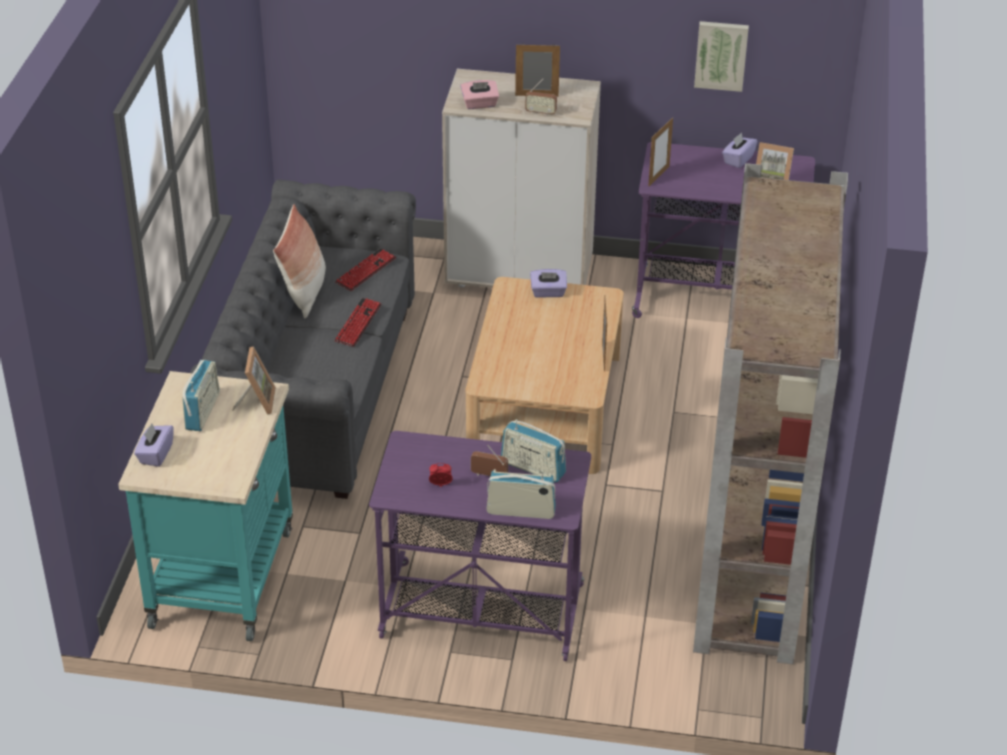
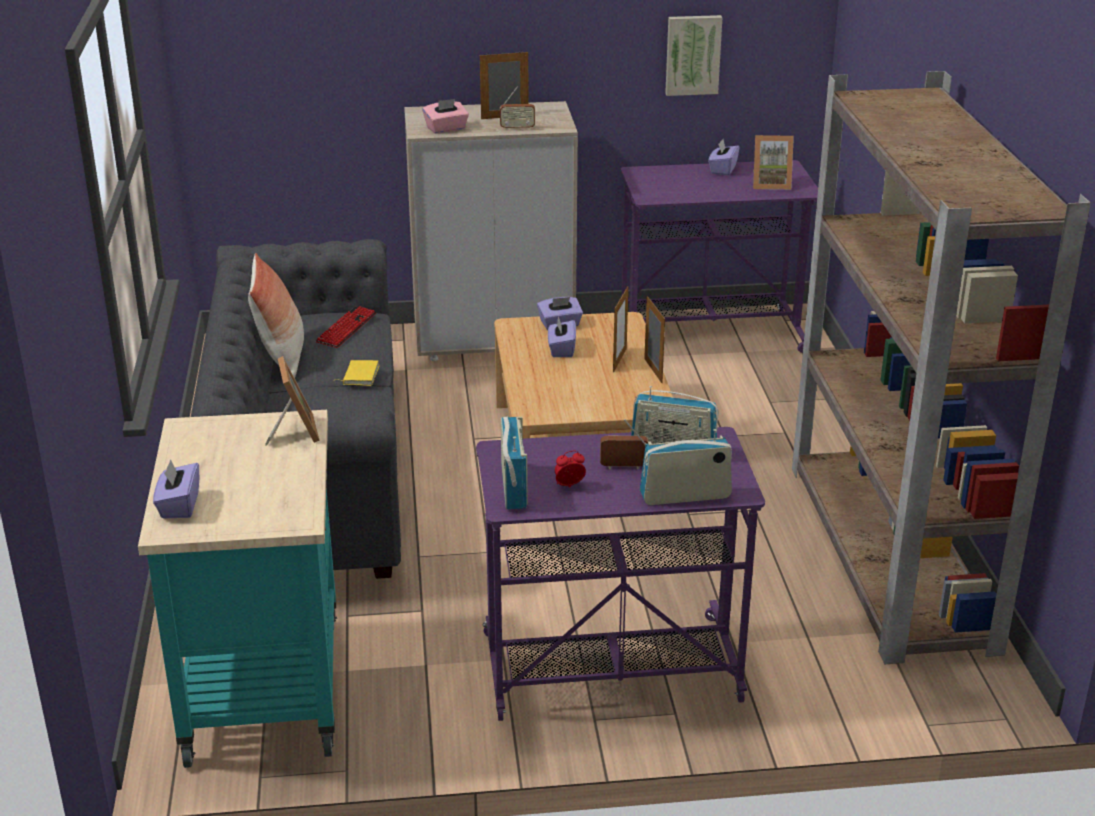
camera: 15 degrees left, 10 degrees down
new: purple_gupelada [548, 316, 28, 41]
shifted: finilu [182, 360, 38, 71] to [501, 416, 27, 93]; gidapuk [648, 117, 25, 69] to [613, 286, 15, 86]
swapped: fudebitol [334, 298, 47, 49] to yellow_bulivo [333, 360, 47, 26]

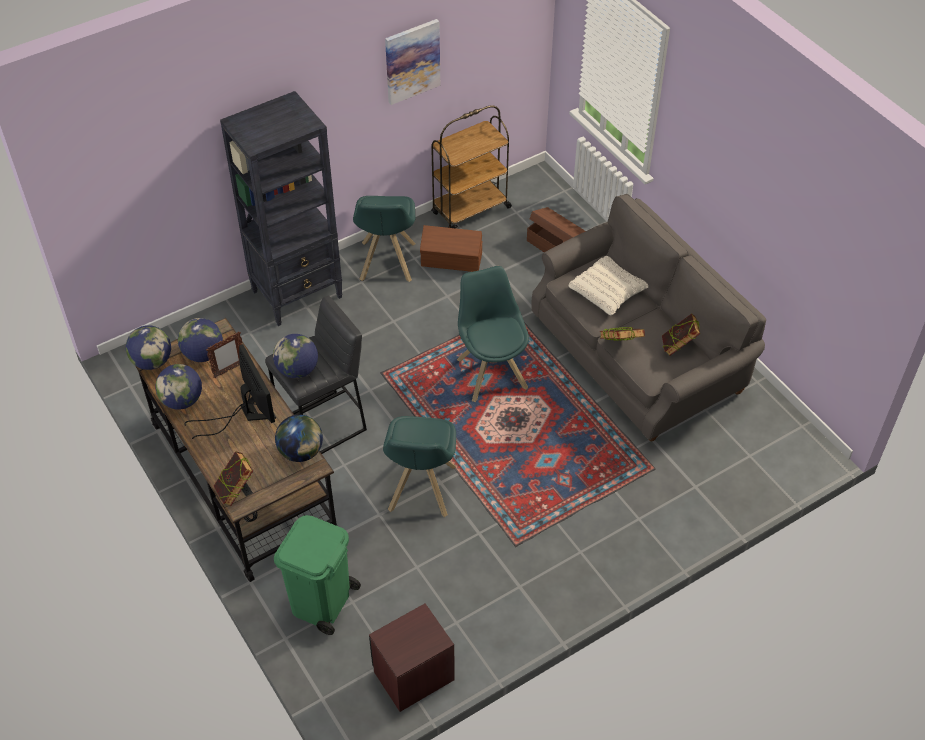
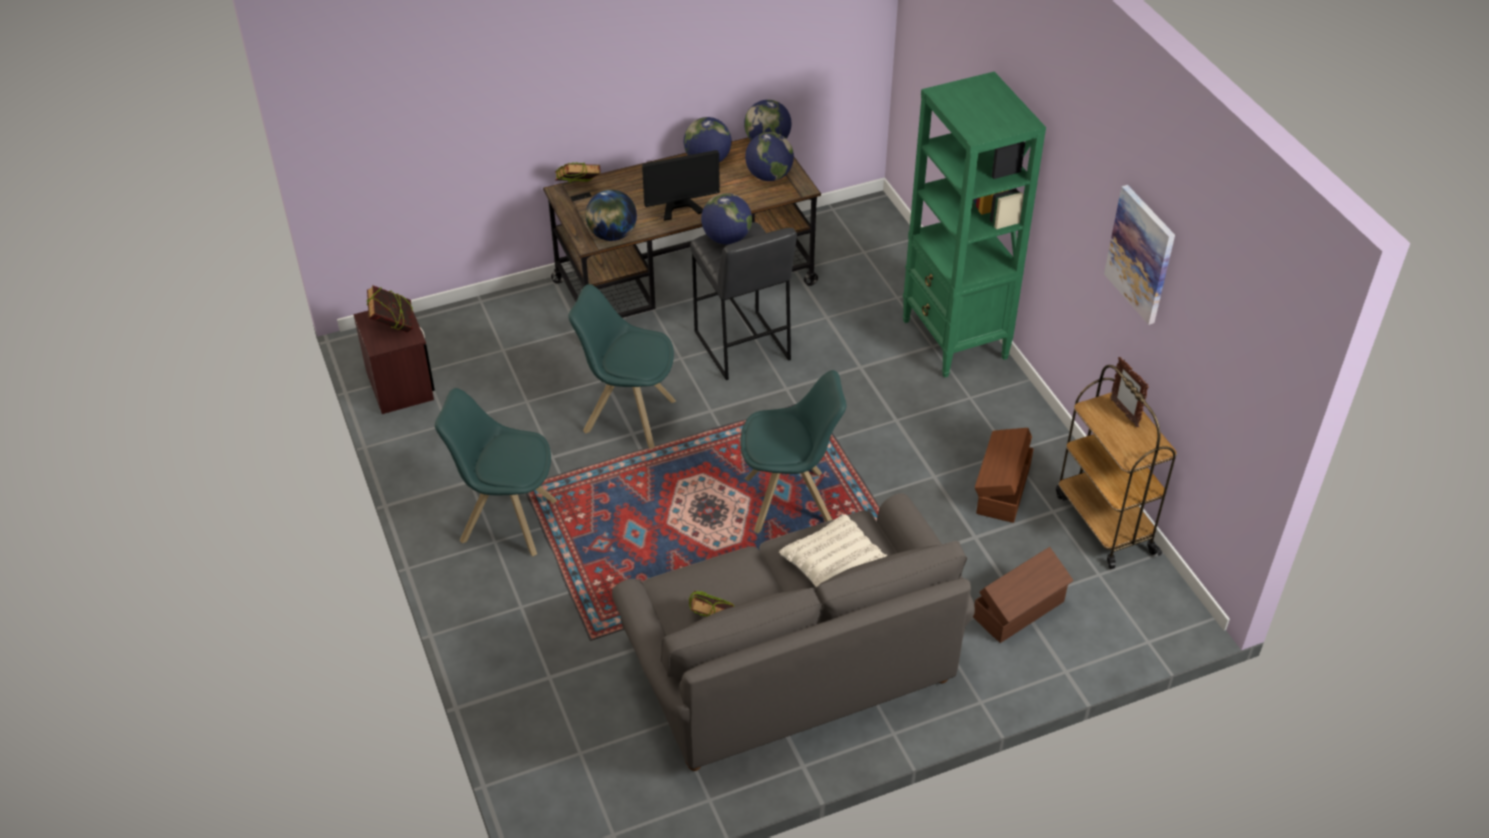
camera: 100 degrees right, 5 degrees down
gone: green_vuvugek [274, 515, 87, 120]
shifted: bulivo [600, 327, 45, 14] to [366, 285, 47, 48]; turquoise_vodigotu [353, 196, 63, 86] to [435, 388, 122, 168]; gidapuk [206, 331, 36, 47] to [1110, 357, 39, 70]
repainted: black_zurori [220, 91, 123, 235] to green_zurori [903, 71, 143, 307]

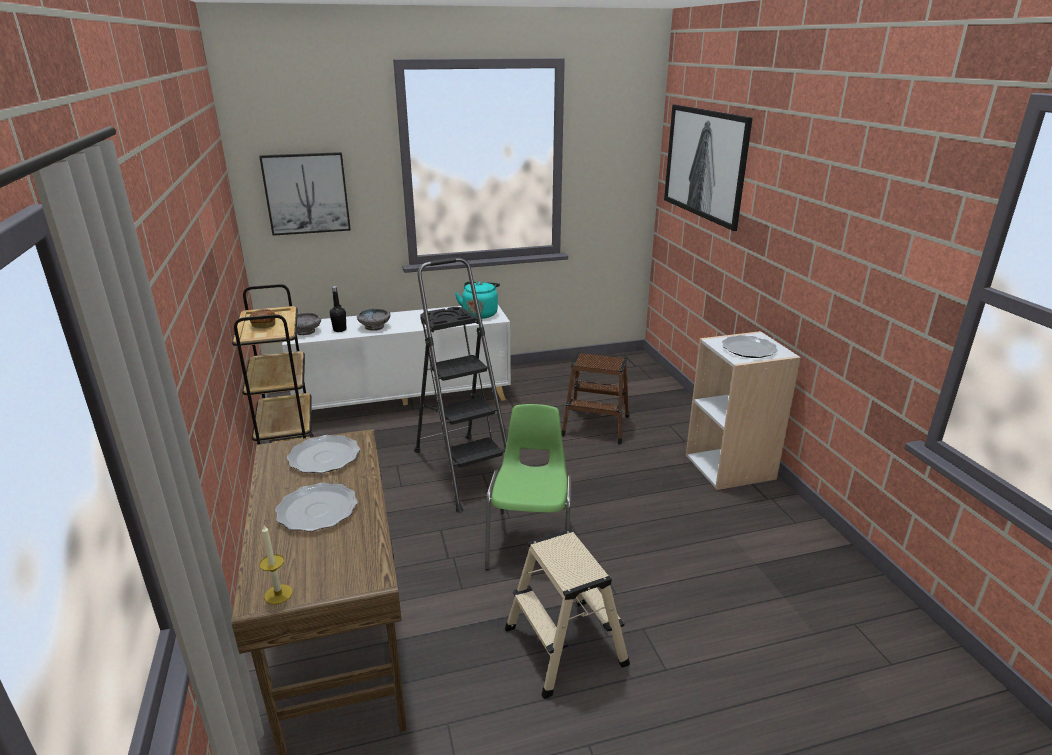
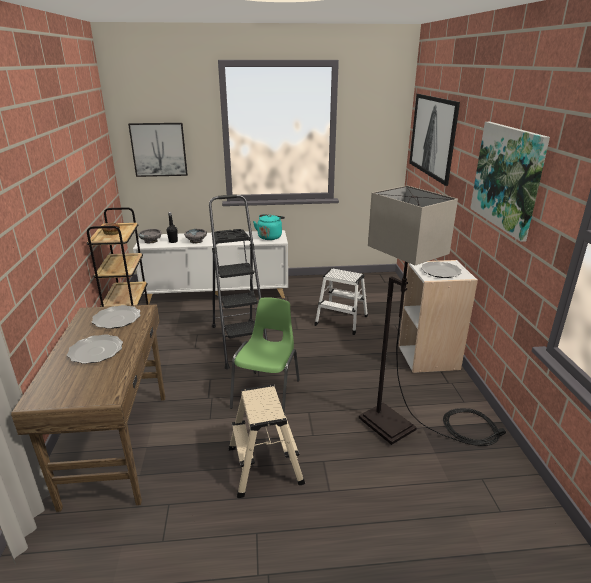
camera: 10 degrees right, 0 degrees up
gone: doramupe [259, 525, 34, 80]
new: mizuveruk [359, 185, 147, 261]; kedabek [470, 122, 80, 120]
repainted: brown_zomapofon [561, 353, 69, 92] to white_zomapofon [314, 268, 54, 67]

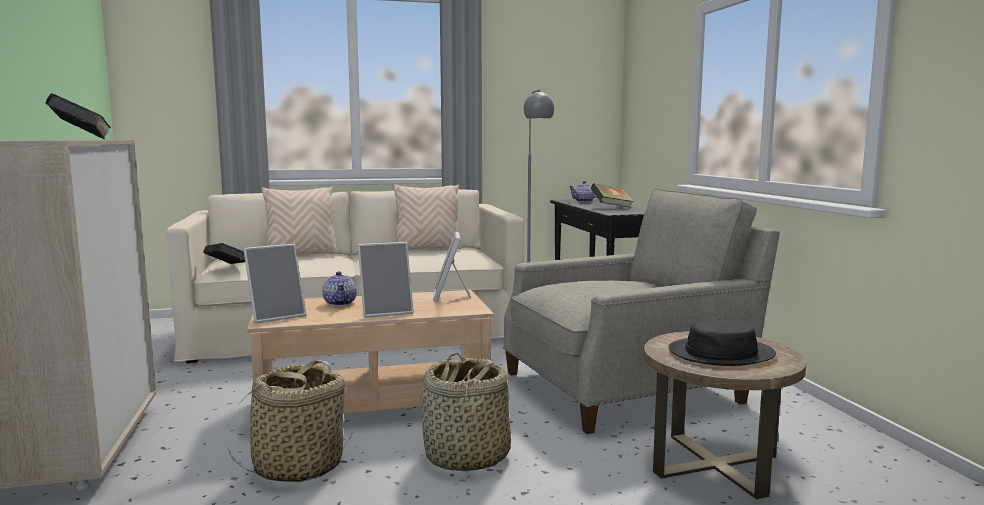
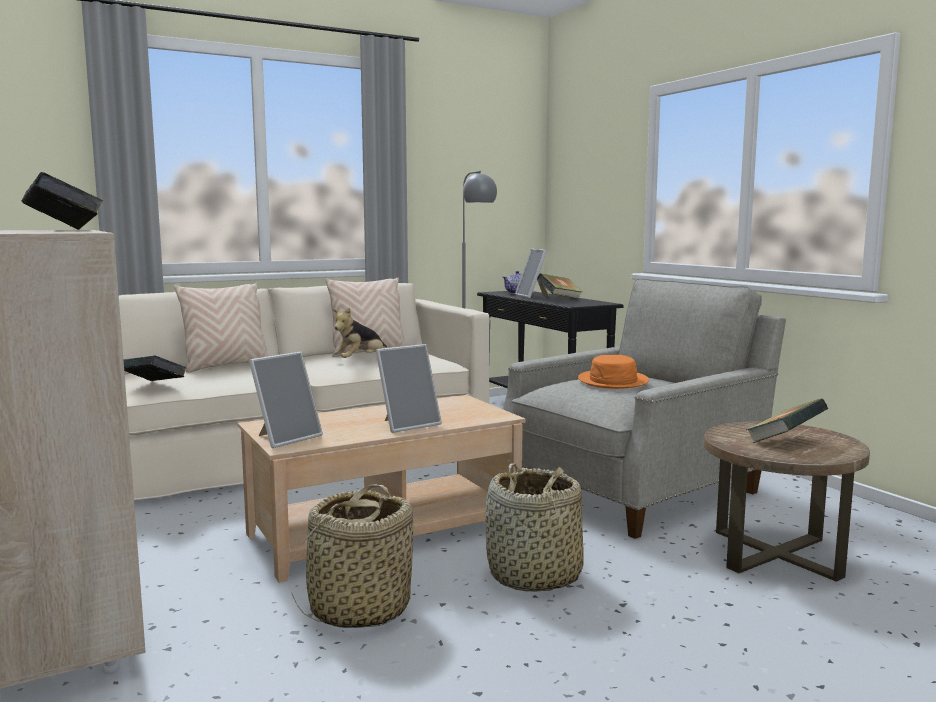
camera: 15 degrees left, 0 degrees up
gone: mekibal [322, 271, 35, 35]
new: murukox [333, 307, 54, 51]; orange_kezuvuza [578, 355, 71, 34]
shifted: gidapuk [433, 232, 38, 70] to [515, 249, 34, 49]
swapped: black_kezuvuza [668, 320, 108, 46] to bulivo [746, 399, 82, 44]

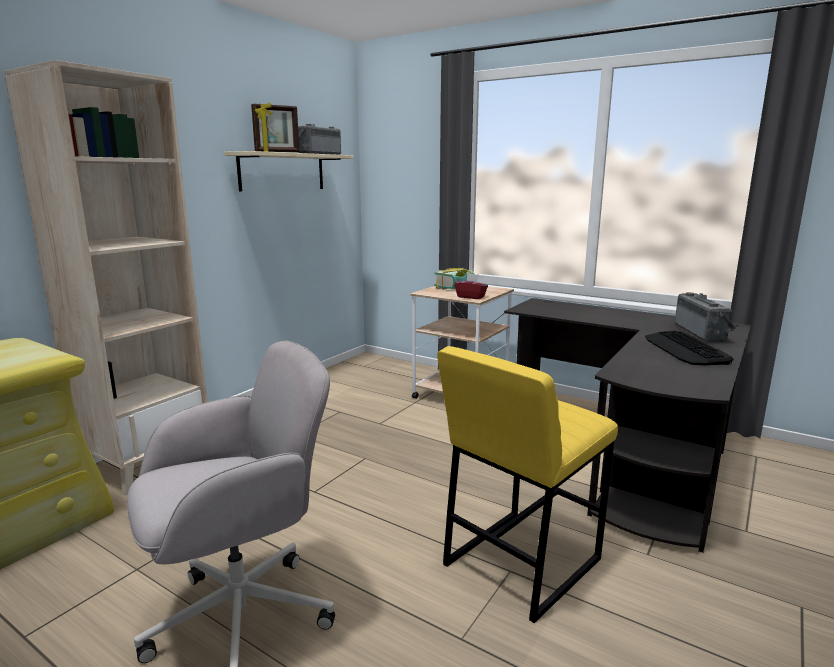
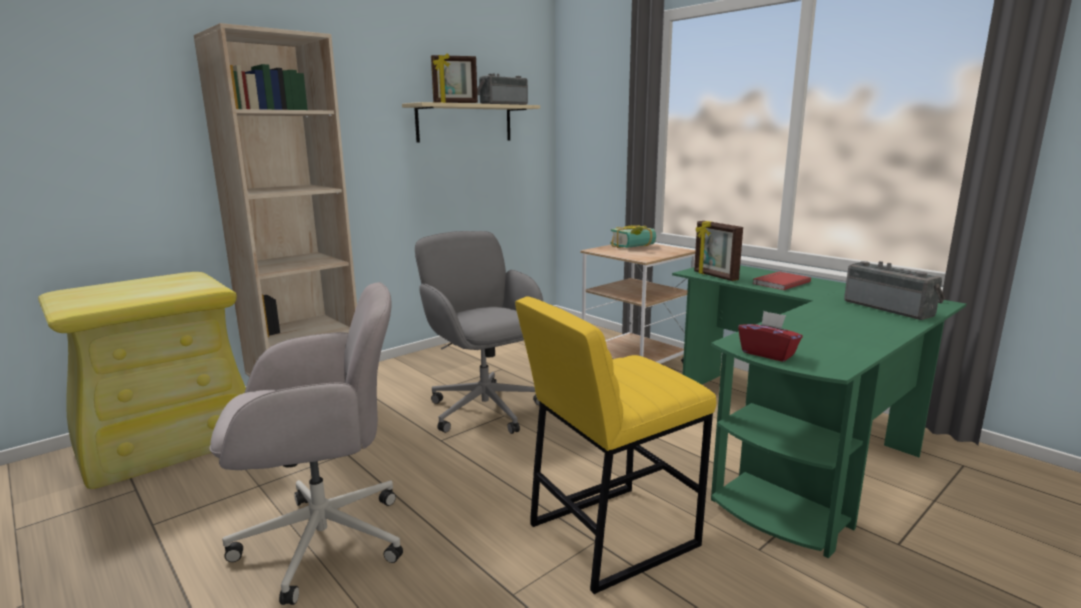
camera: 15 degrees right, 0 degrees up
gone: fudebitol [645, 331, 88, 35]
new: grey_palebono [415, 231, 128, 203]; gidapuk [694, 221, 49, 60]; red_bulivo [752, 271, 59, 19]
shifted: red_gupelada [454, 273, 34, 26] to [738, 311, 64, 51]
repainted: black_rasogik [504, 298, 247, 255] to green_rasogik [672, 265, 294, 293]
rotated: finilu [675, 292, 61, 50] = [844, 261, 101, 59] 45 degrees counterclockwise

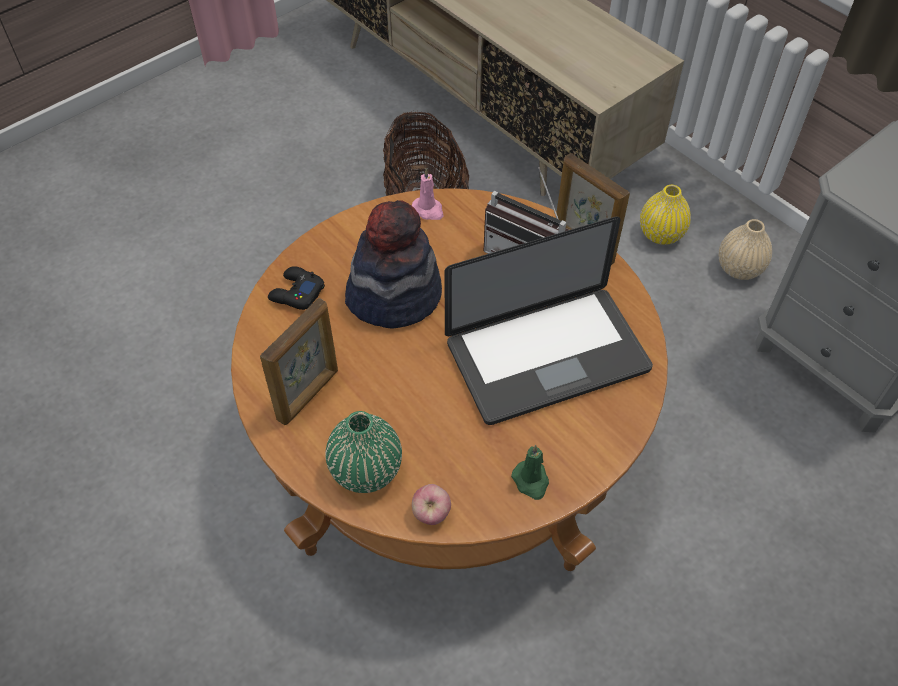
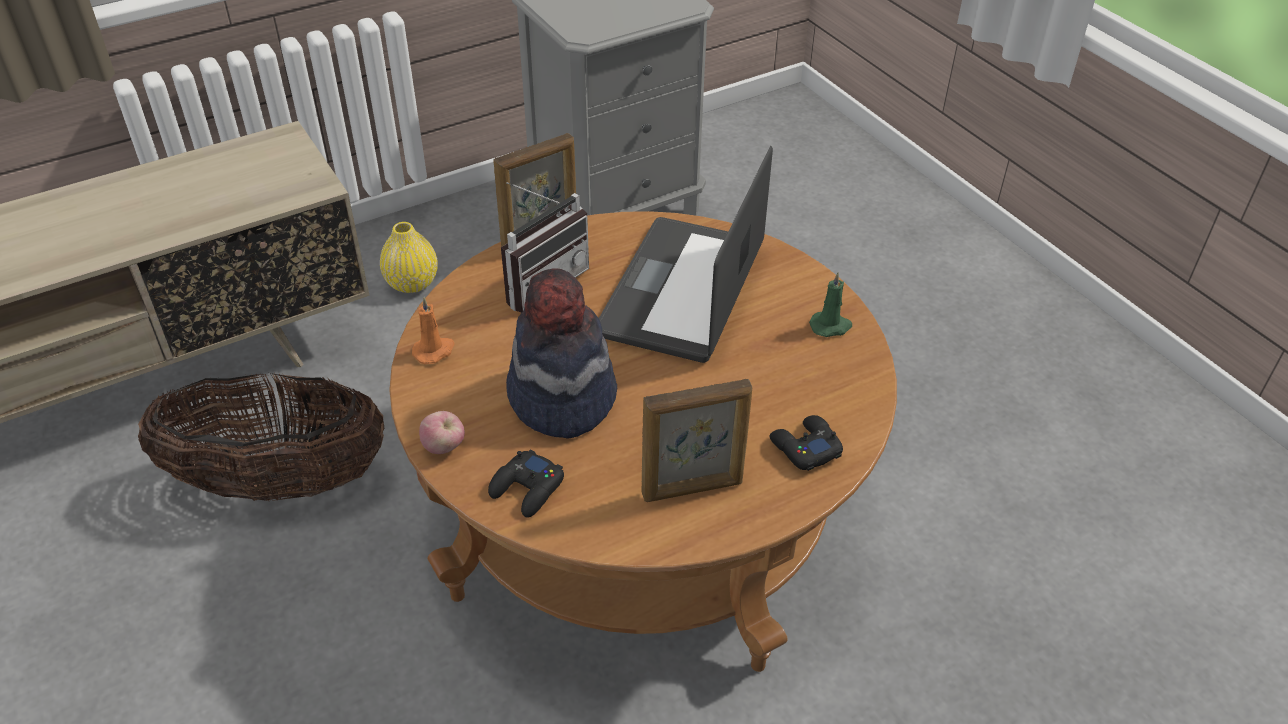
camera: 80 degrees left, 10 degrees down
gone: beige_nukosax [719, 219, 53, 61]
shifted: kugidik [412, 484, 39, 41] to [419, 411, 46, 43]
swapped: green_nukosax [326, 411, 76, 82] to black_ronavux [770, 415, 73, 56]
repainted: pink_doramupe [412, 168, 31, 52] to orange_doramupe [412, 297, 43, 67]
rotated: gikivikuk [444, 217, 209, 208] = [599, 146, 174, 217] 150 degrees counterclockwise; gidapuk [260, 298, 78, 127] = [641, 379, 111, 123] 120 degrees clockwise

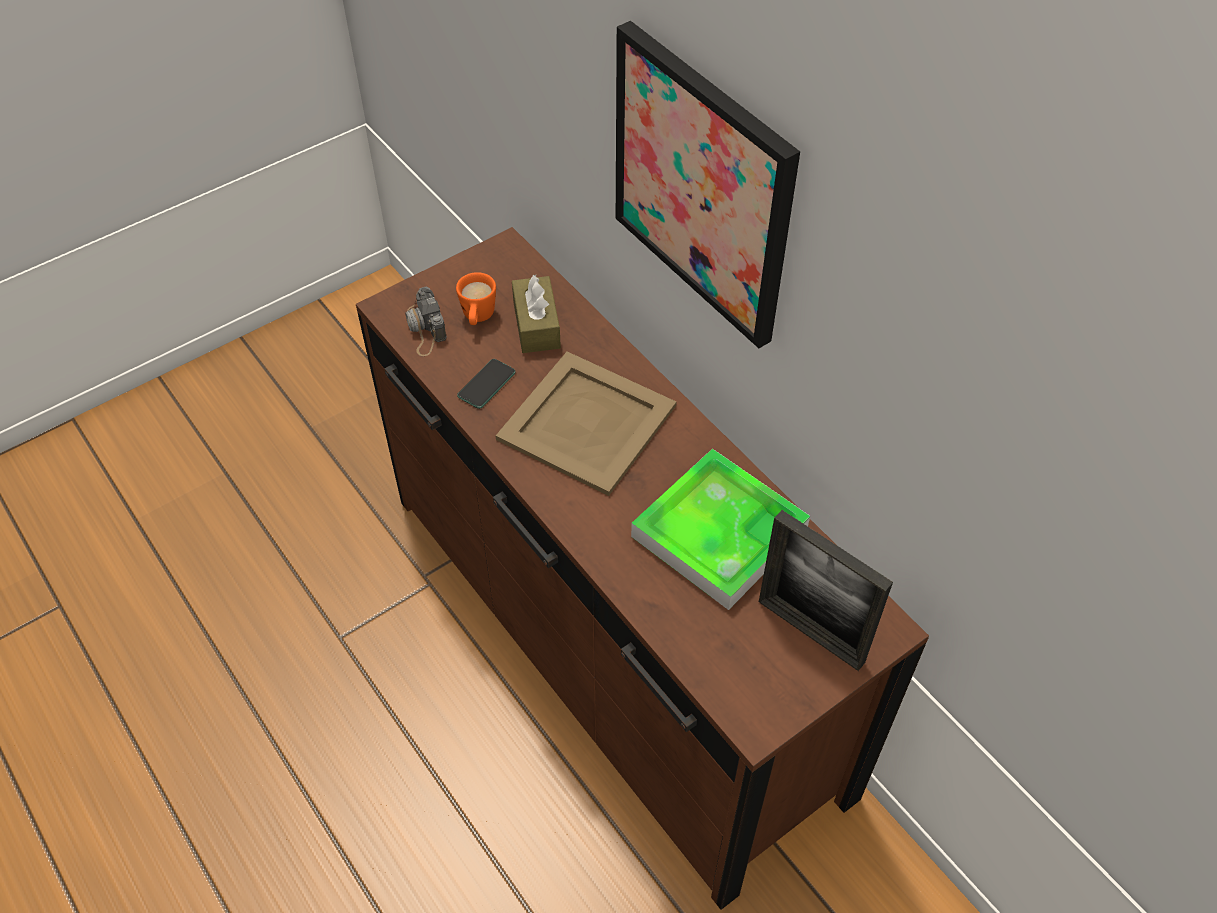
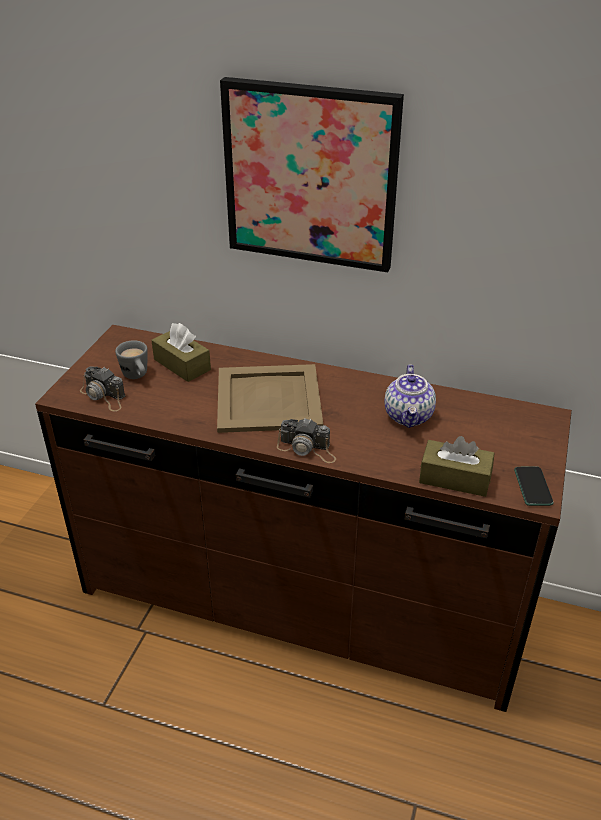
camera: 35 degrees left, 15 degrees down
gone: gidapuk [759, 510, 134, 161]
new: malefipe [277, 419, 59, 44]; brown_gupelada [419, 436, 76, 61]
shifted: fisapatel [457, 359, 59, 50] to [514, 467, 40, 39]
swapped: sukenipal [631, 449, 179, 161] to mekibal [384, 364, 52, 64]
repainted: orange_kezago [456, 272, 40, 53] to grey_kezago [115, 340, 33, 39]

